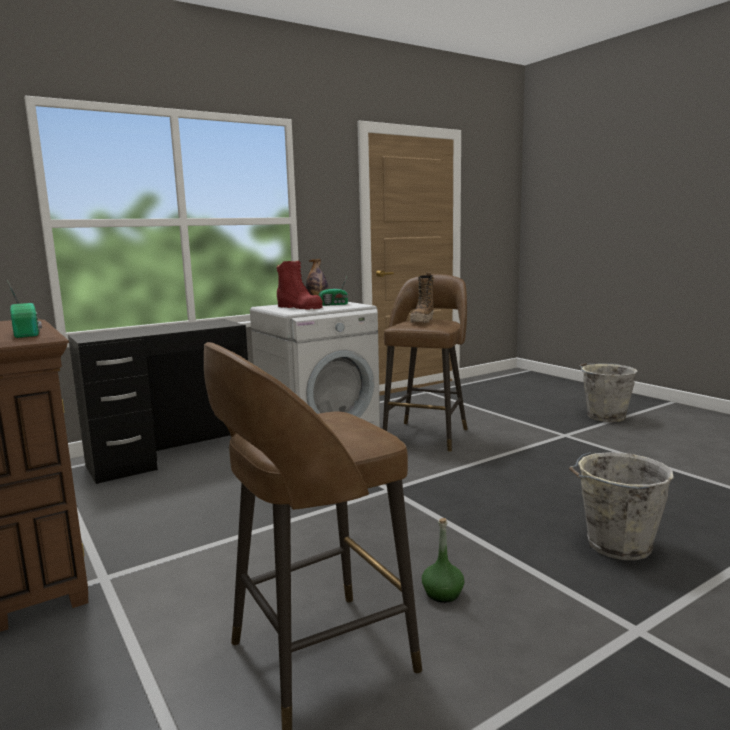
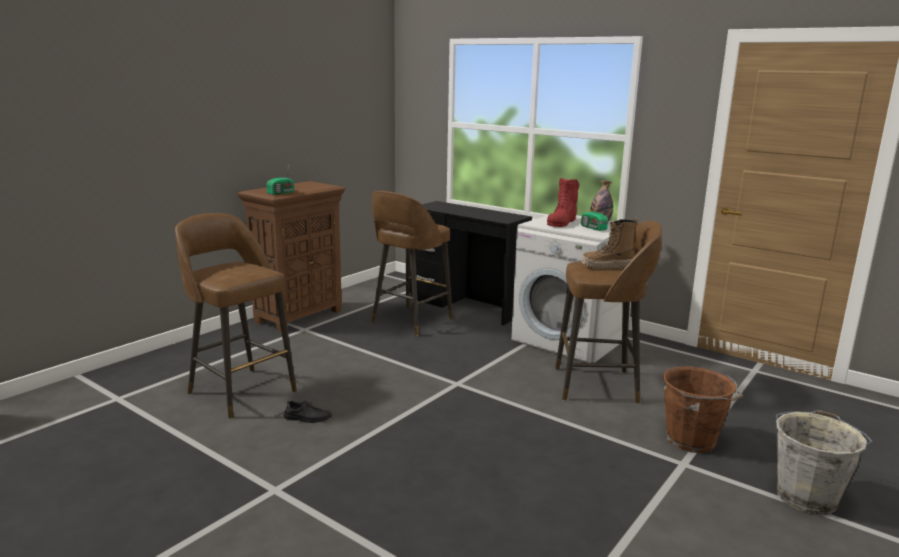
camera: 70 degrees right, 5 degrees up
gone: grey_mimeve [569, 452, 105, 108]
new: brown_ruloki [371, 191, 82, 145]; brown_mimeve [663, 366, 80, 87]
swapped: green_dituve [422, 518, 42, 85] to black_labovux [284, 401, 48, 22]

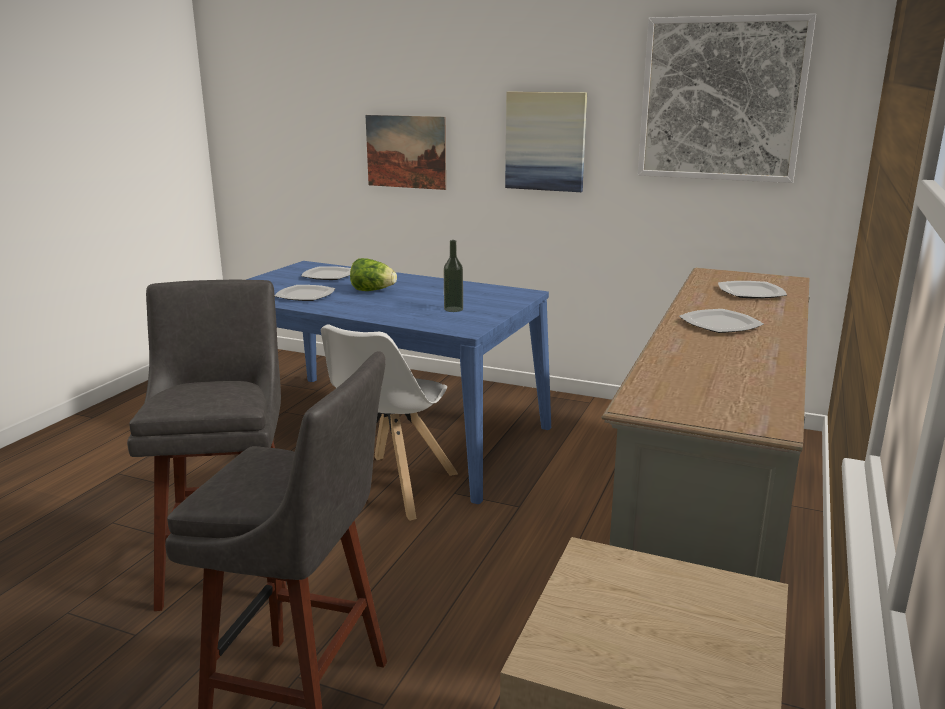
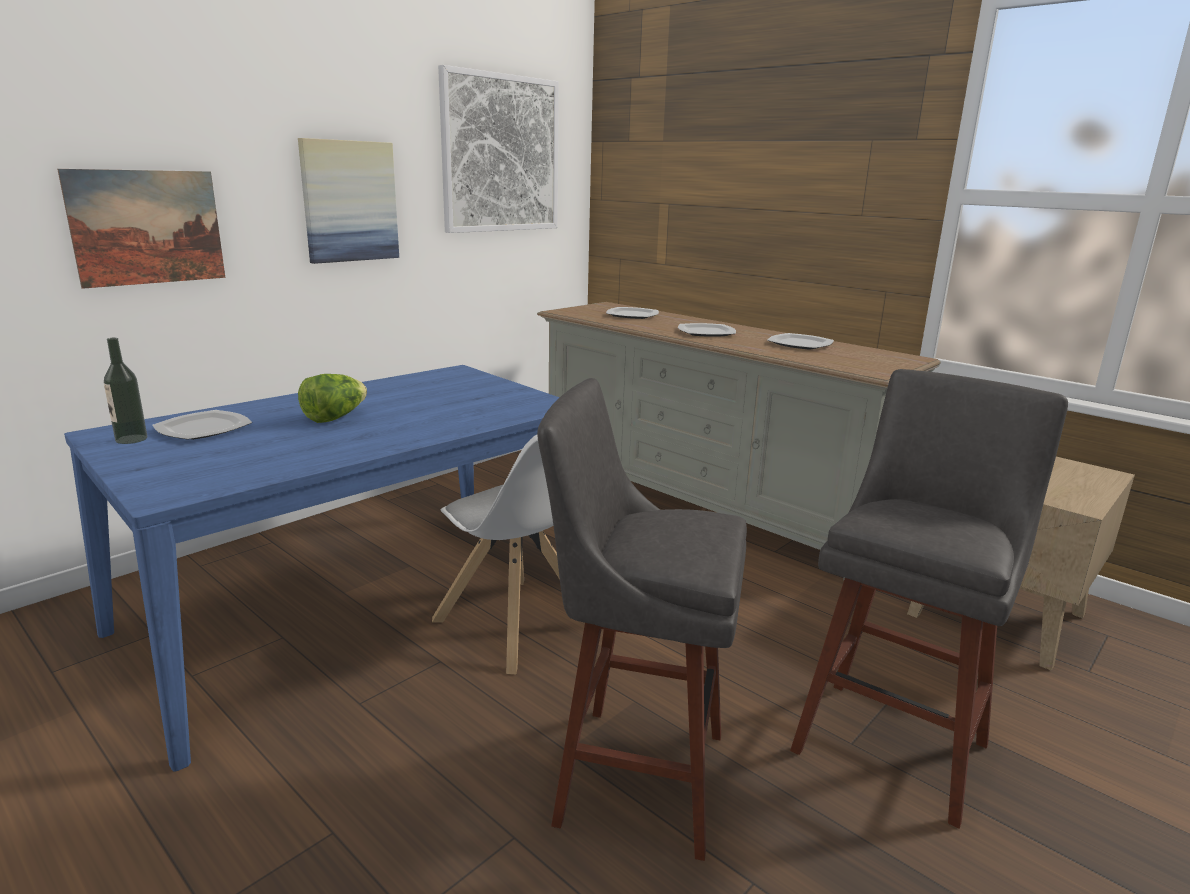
camera: 70 degrees left, 0 degrees up
shifted: dituve [444, 240, 19, 72] to [104, 338, 43, 106]; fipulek [275, 285, 60, 16] to [767, 333, 67, 17]

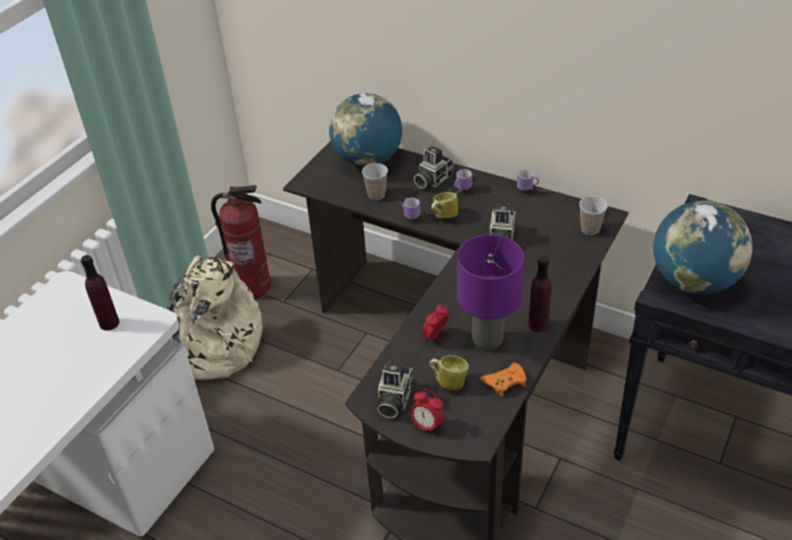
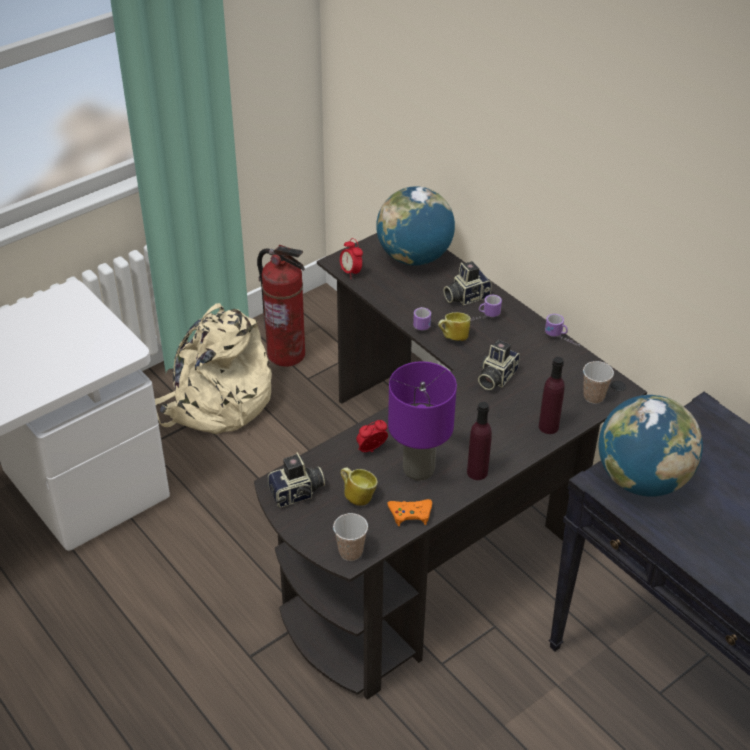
camera: 20 degrees right, 0 degrees up
shifted: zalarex [362, 163, 26, 37] to [333, 513, 35, 48]; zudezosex [411, 389, 33, 47] to [340, 238, 23, 41]; purple_dituve [81, 255, 38, 76] to [539, 357, 26, 77]
rotated: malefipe [375, 362, 38, 56] = [268, 452, 57, 55] 150 degrees counterclockwise

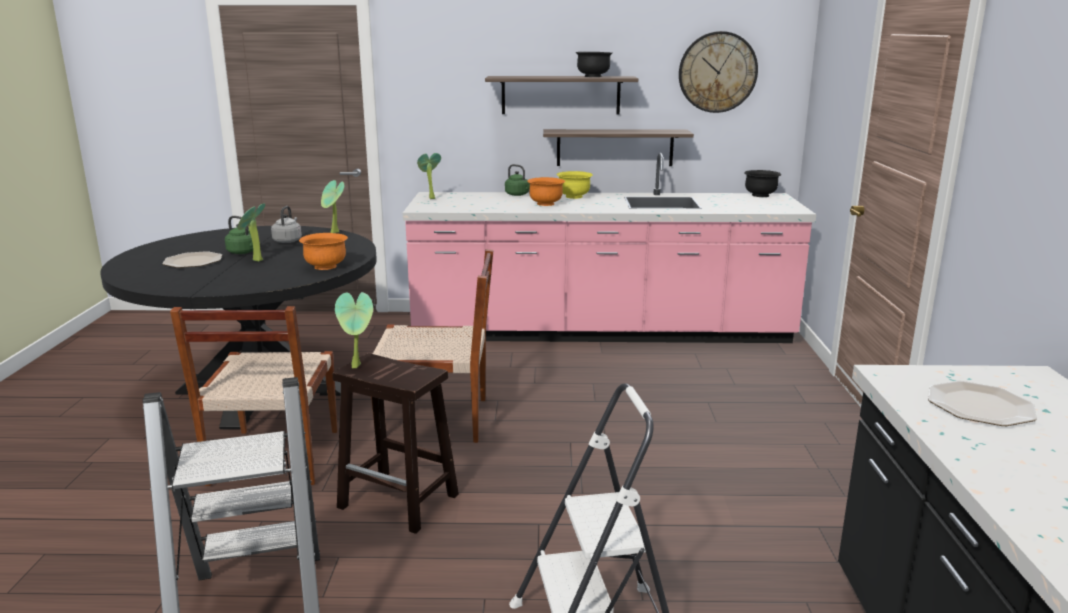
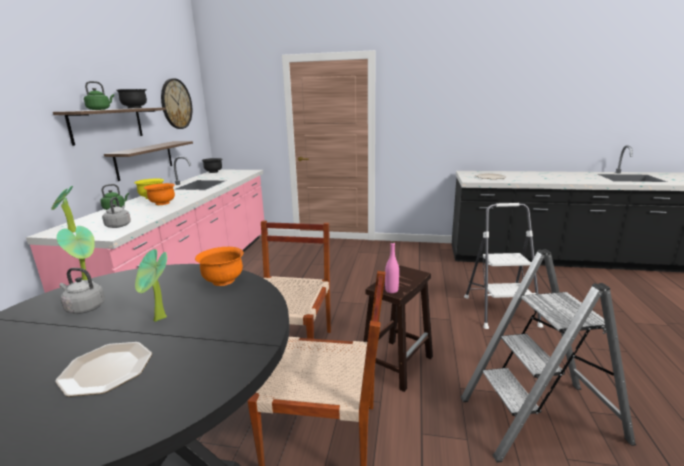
camera: 80 degrees left, 0 degrees up
new: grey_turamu [102, 197, 29, 31]
shifted: green_turamu [225, 216, 28, 38] to [84, 81, 30, 29]
swapped: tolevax [335, 292, 38, 76] to pink_dituve [385, 241, 14, 52]

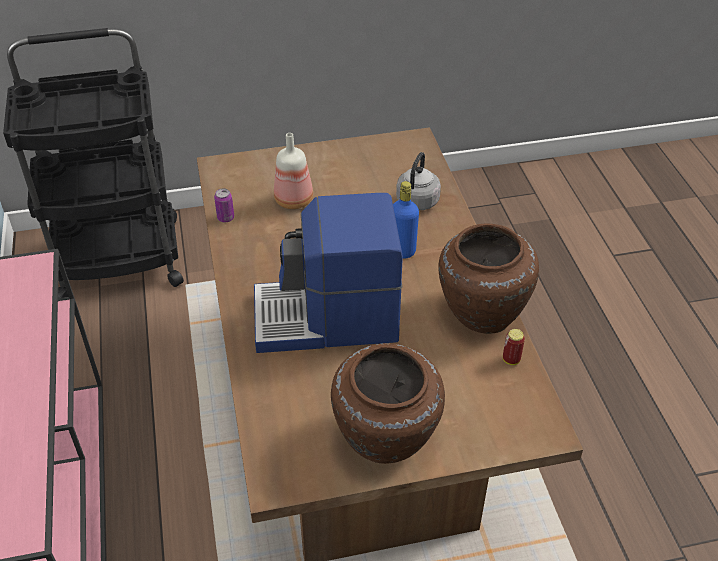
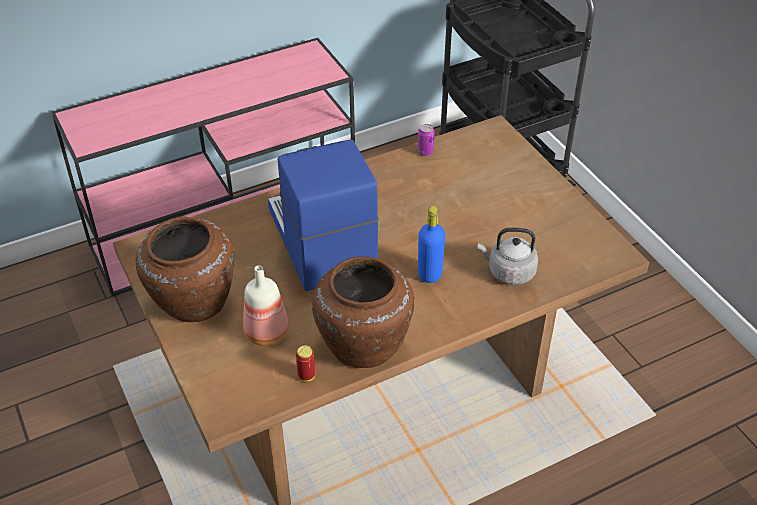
camera: 75 degrees right, 0 degrees up
shifted: dituve [274, 133, 39, 76] to [243, 265, 46, 81]

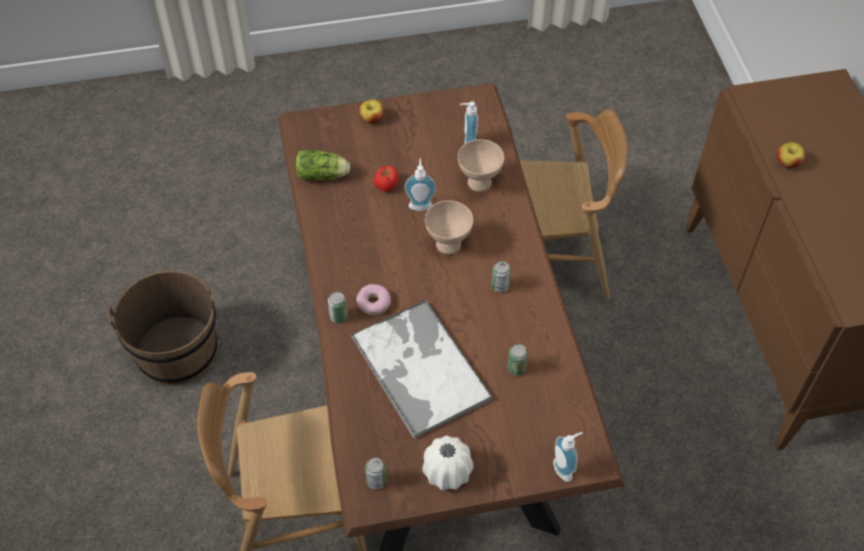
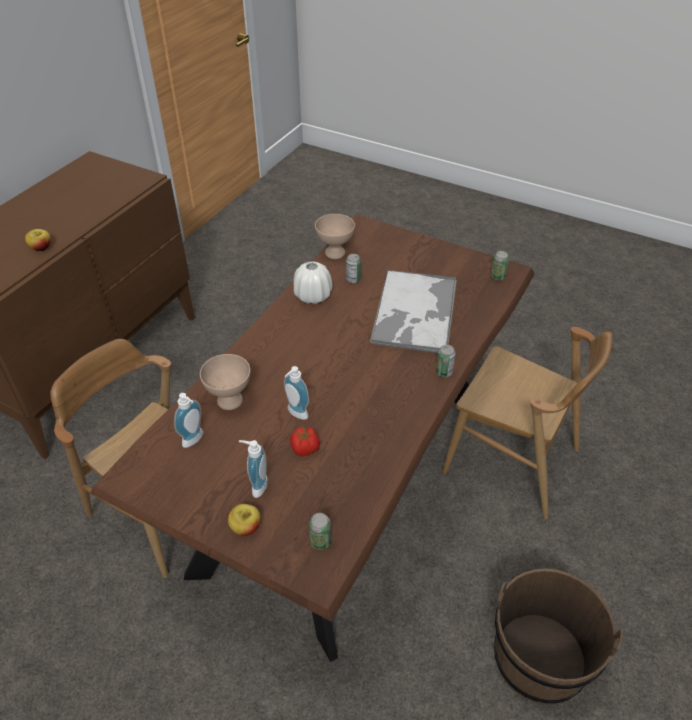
camera: 140 degrees left, 10 degrees down
gone: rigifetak [295, 150, 55, 31]; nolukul [356, 284, 35, 31]
shifted: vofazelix [553, 432, 30, 50] to [239, 440, 29, 58]; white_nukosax [422, 435, 52, 55] to [293, 261, 39, 43]; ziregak [491, 261, 20, 31] to [309, 513, 22, 37]; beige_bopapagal [425, 200, 48, 55] to [315, 214, 40, 45]

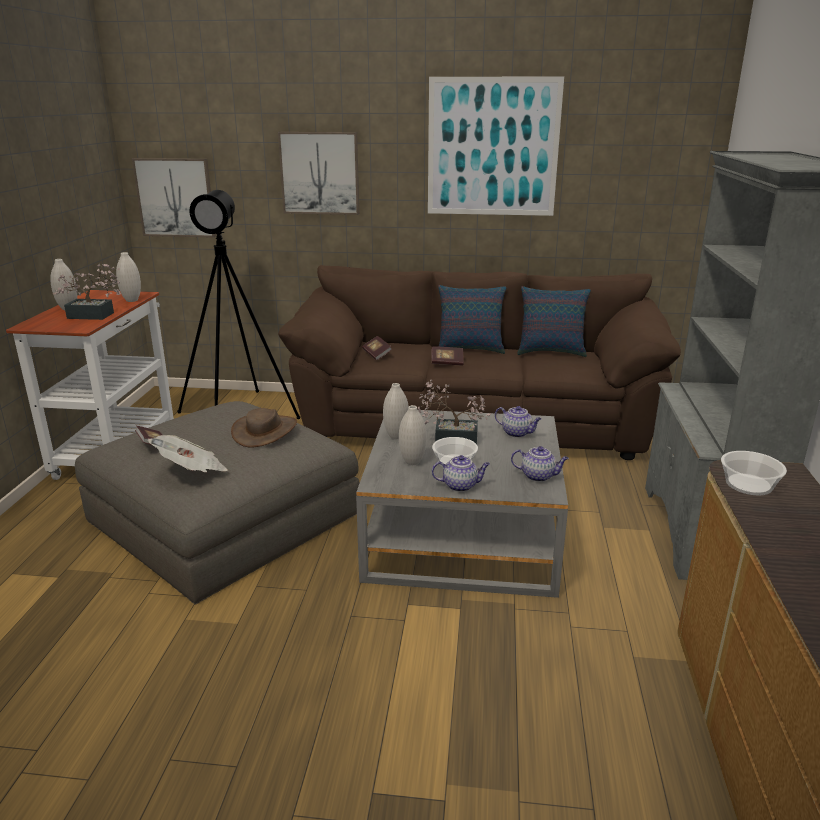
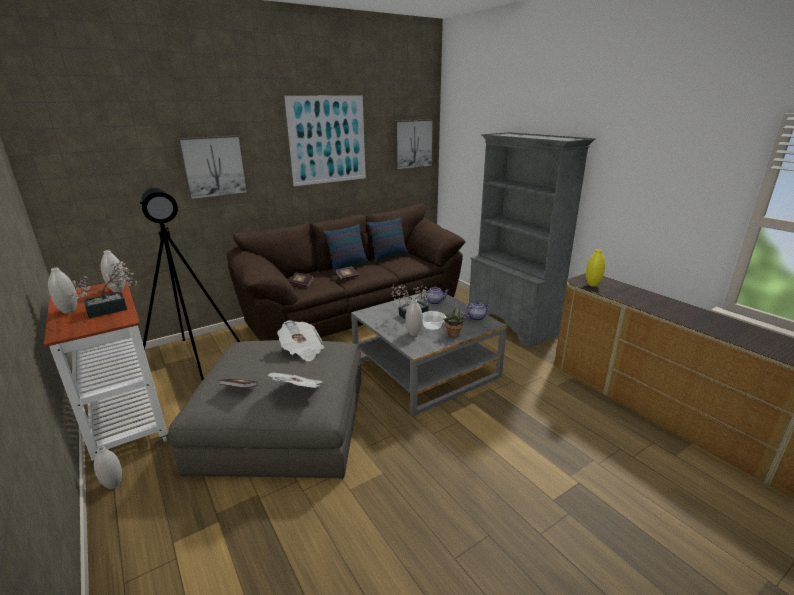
camera: 40 degrees left, 0 degrees up
shifted: white_nukosax [383, 383, 26, 56] to [94, 447, 28, 42]; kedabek [132, 158, 84, 80] to [394, 119, 40, 51]
swapped: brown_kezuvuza [231, 408, 66, 40] to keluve [277, 320, 47, 41]; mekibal [432, 455, 58, 37] to tolevax [443, 307, 25, 30]; bopapagal [721, 451, 66, 44] to yellow_nukosax [586, 249, 19, 38]

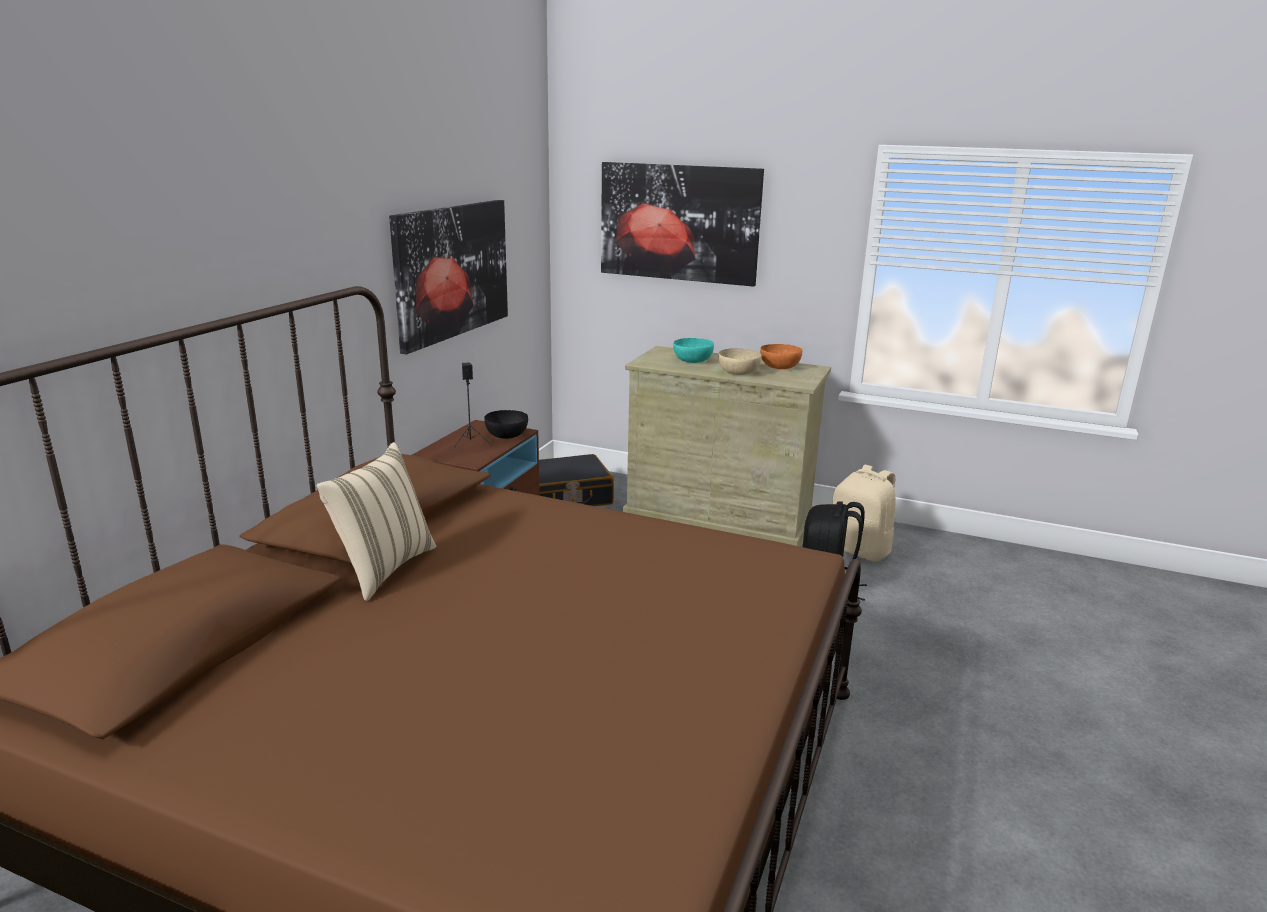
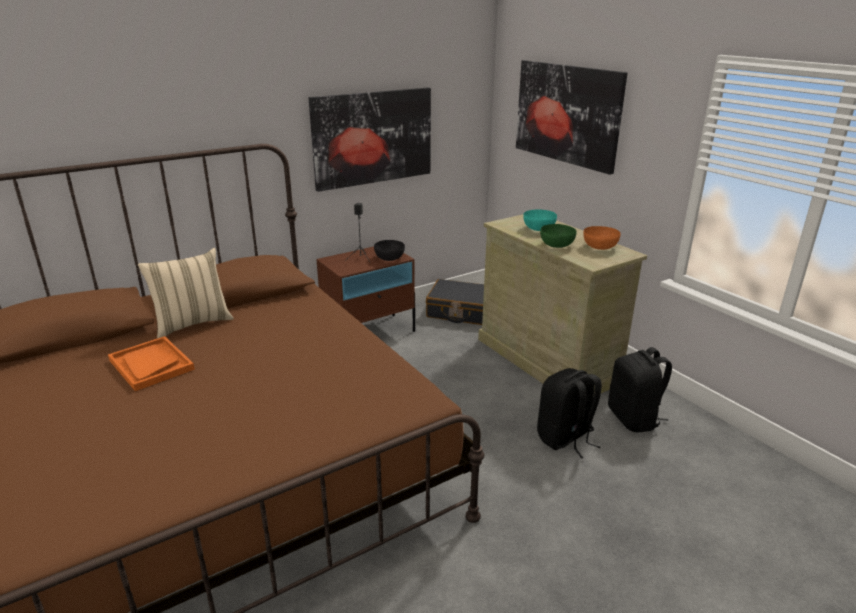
camera: 35 degrees right, 5 degrees up
new: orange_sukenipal [108, 336, 87, 55]
repainted: beige_bopapagal [718, 349, 43, 26] to green_bopapagal [540, 224, 37, 24]; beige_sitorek [832, 465, 64, 97] to black_sitorek [608, 347, 64, 86]

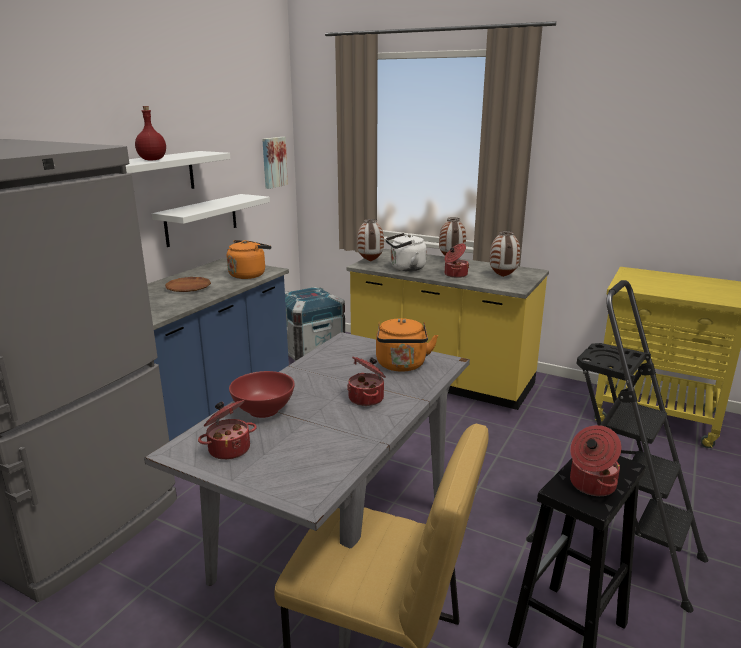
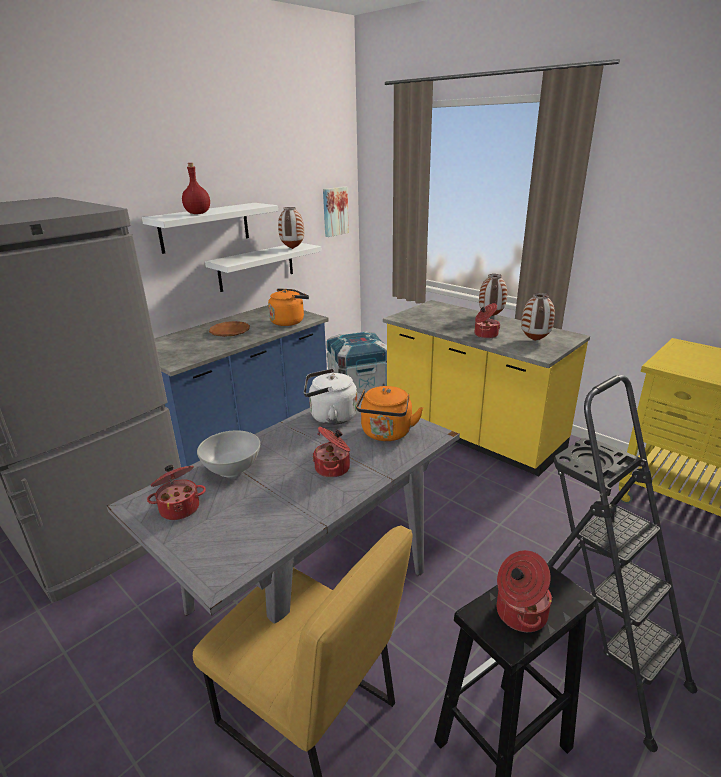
camera: 15 degrees right, 5 degrees up
shifted: nukosax [357, 219, 27, 43] to [278, 207, 26, 42]; white_turamu [385, 233, 41, 38] to [304, 369, 53, 56]
repainted: red_bopapagal [229, 371, 66, 47] to white_bopapagal [197, 430, 63, 47]

